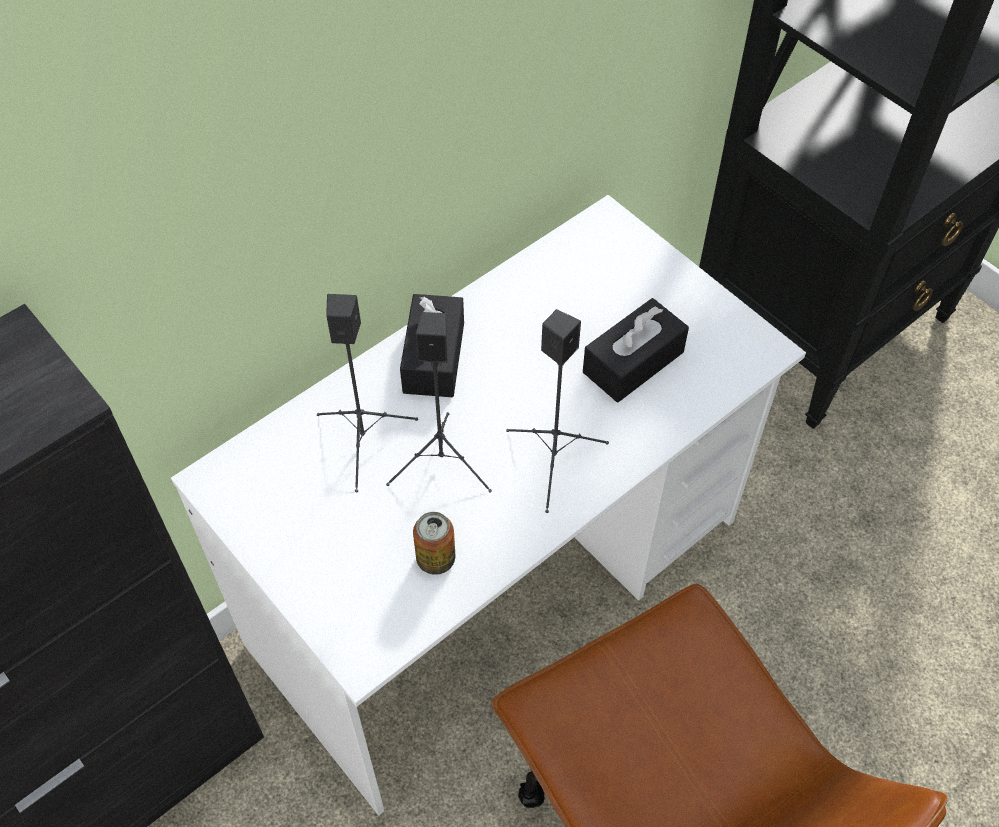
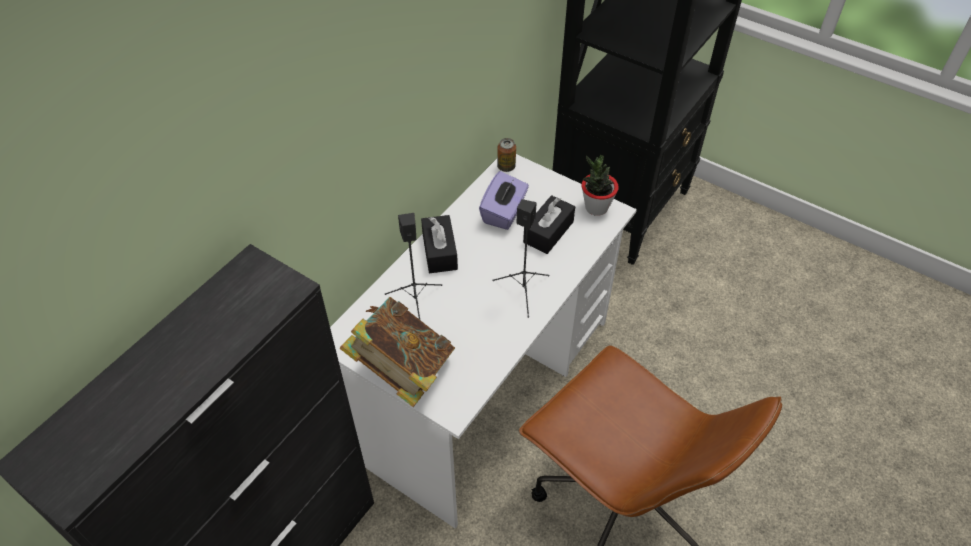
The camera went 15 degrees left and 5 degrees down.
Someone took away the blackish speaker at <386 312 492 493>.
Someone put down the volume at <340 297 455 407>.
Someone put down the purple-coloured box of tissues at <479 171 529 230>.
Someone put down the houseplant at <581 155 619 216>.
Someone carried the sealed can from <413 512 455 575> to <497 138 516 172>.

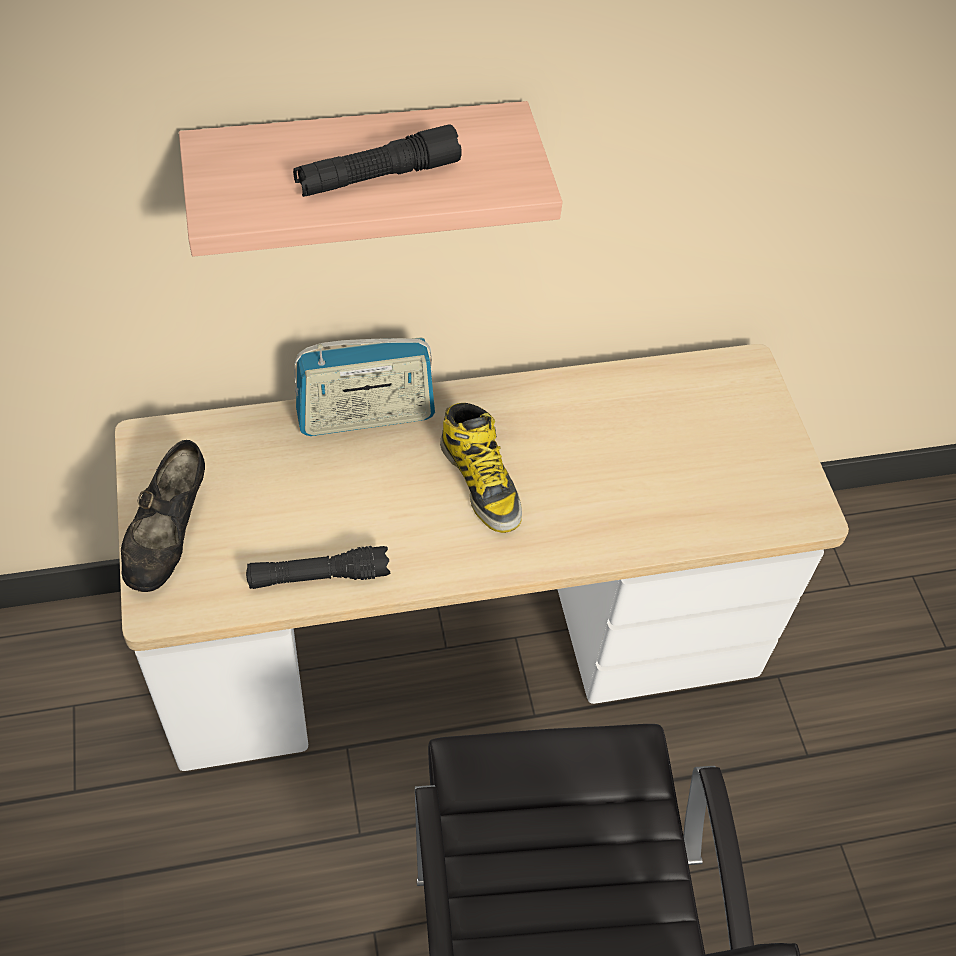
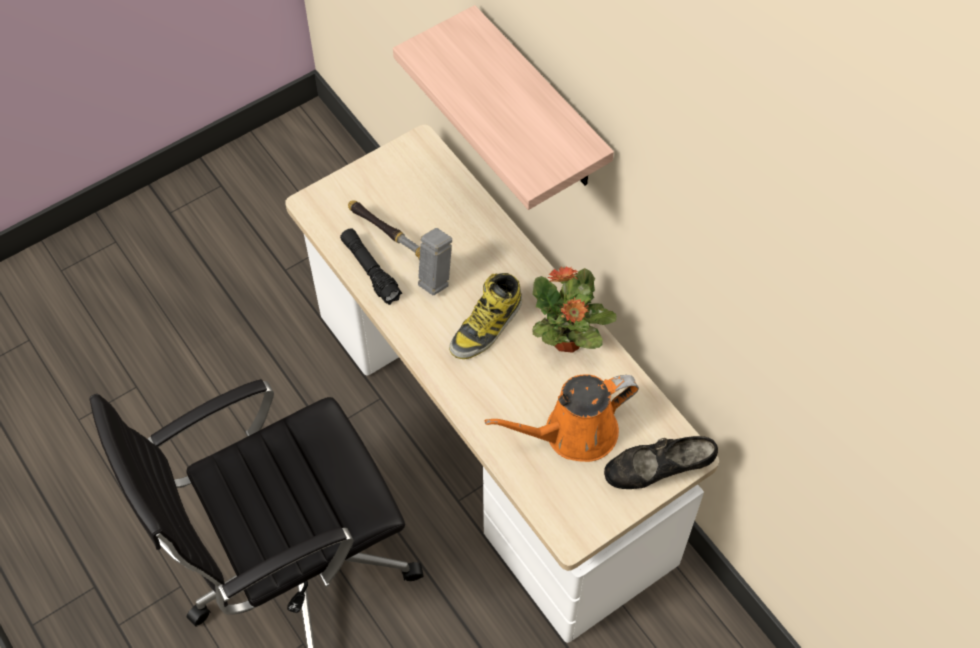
The camera went 70 degrees right and 5 degrees up.
Someone took away the blackish flashlight at <293 125 461 197>.
Someone took away the radio at <294 337 435 436>.
Someone put down the tool hammer at <348 200 452 295>.
Someone put down the orange-coloured watering pot at <485 374 639 462>.
Someone put down the houseplant at <532 266 617 353>.
Someone carried the blackish item of footwear from <121 440 205 592> to <604 436 718 489>.

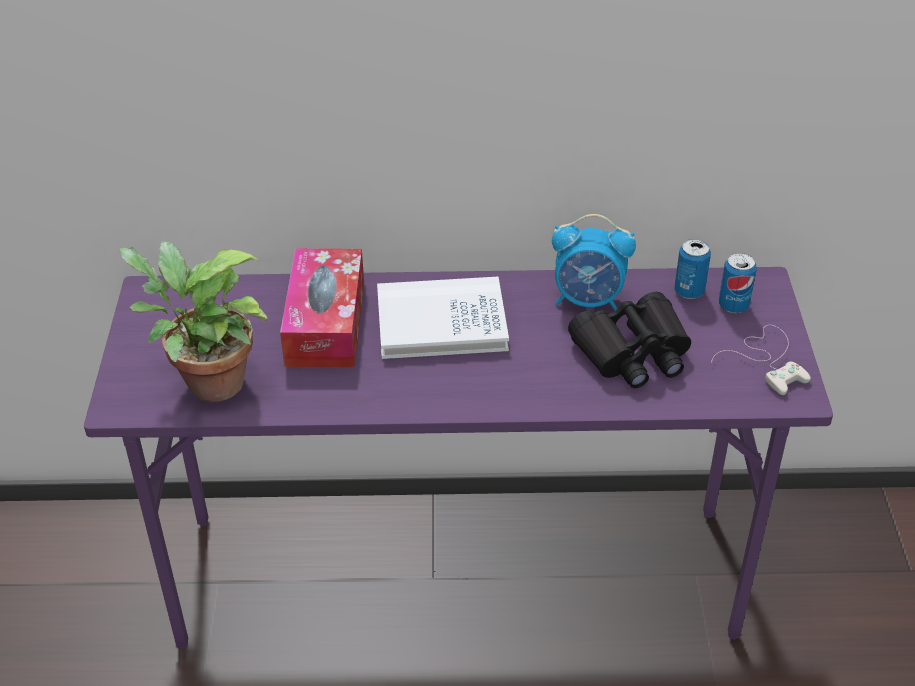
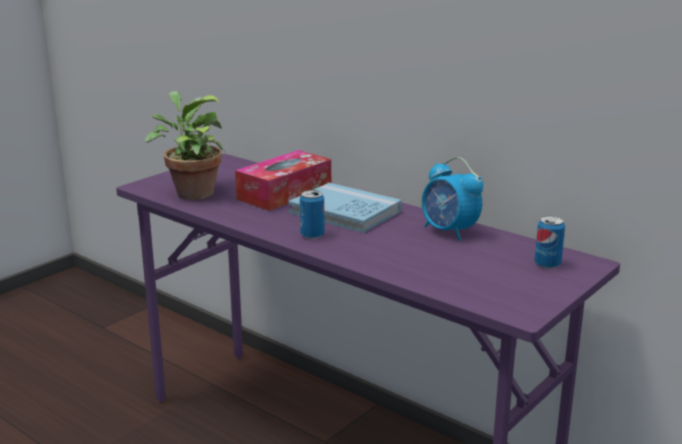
The camera went 40 degrees right and 20 degrees down.
Someone took away the blackish field glasses at <568 292 691 388>.
Someone took away the white joypad at <711 325 811 395>.
Someone carried the sealed can from <674 239 711 299> to <300 190 325 239>.
Someone repainted the white volume at <377 277 509 359>, which became the bluish volume at <289 183 402 233>.

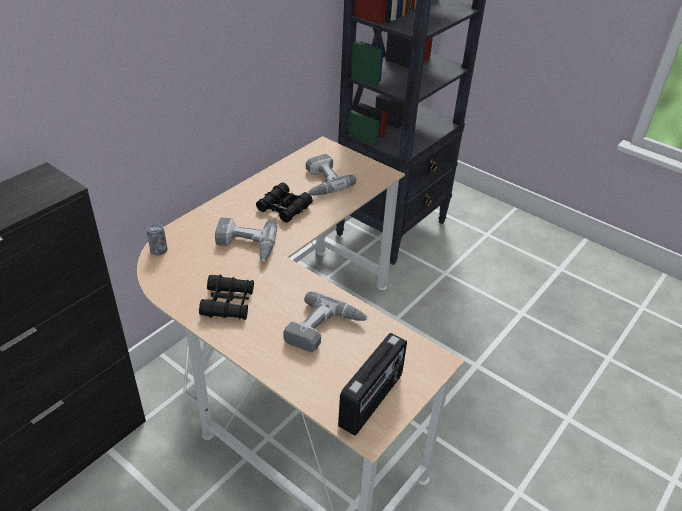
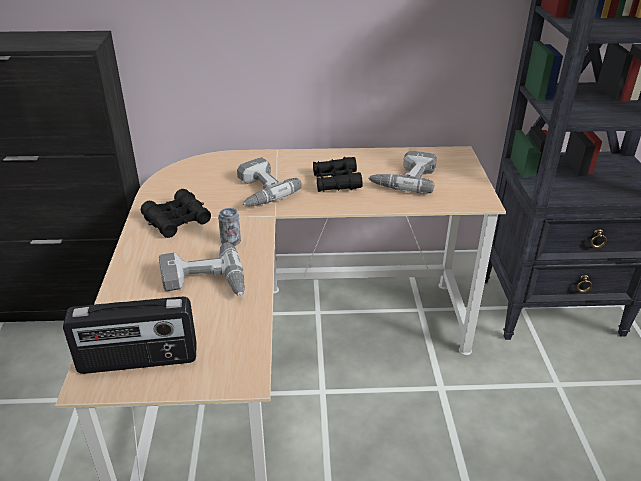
The camera went 50 degrees right and 5 degrees down.
Someone carried the sealed can from <147 224 167 256> to <218 208 241 246>.

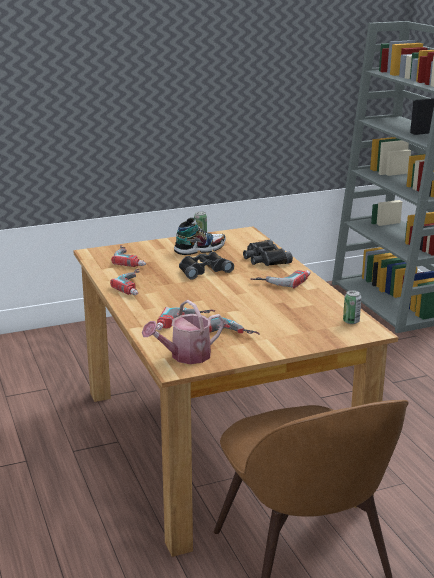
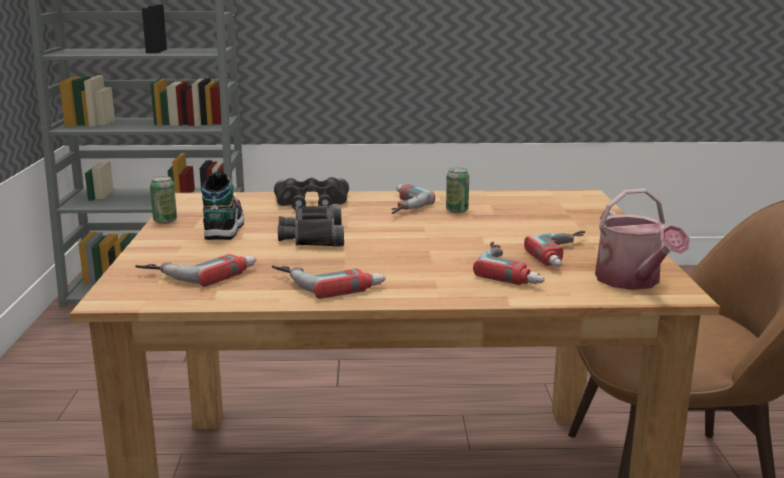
The camera went 70 degrees left and 5 degrees down.
Someone carried the sealed can from <343 290 361 324> to <446 168 469 213>.

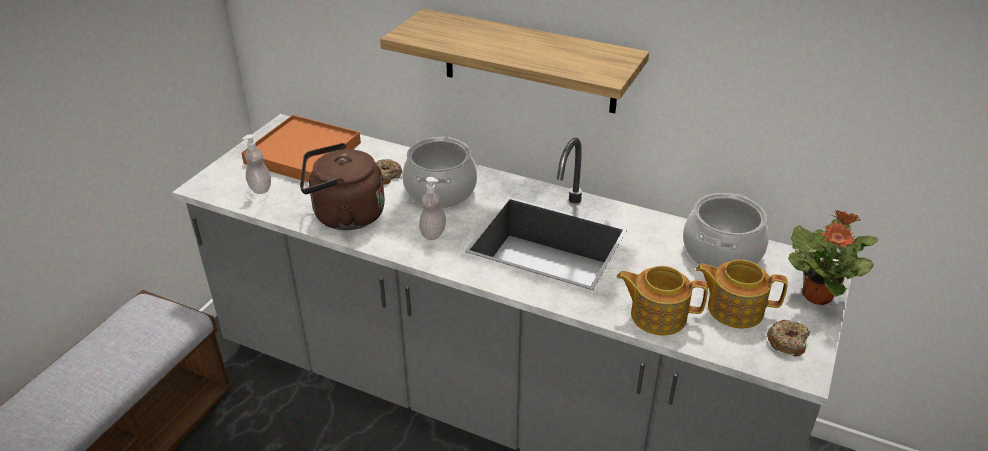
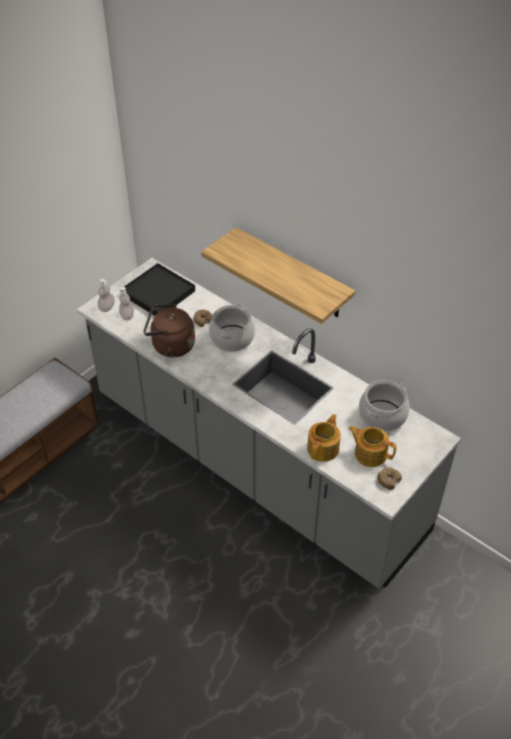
The camera went 15 degrees right and 10 degrees up.
Someone took away the houseplant at <788 210 879 305>.
Someone carried the soap dispenser from <419 177 446 240> to <98 279 115 312>.
Someone repainted the orange-coloured serving tray at <241 115 361 182>, which became the blackish serving tray at <121 263 195 316>.
Someone rotated the pot for tea at <617 266 708 335> by 90 degrees clockwise.

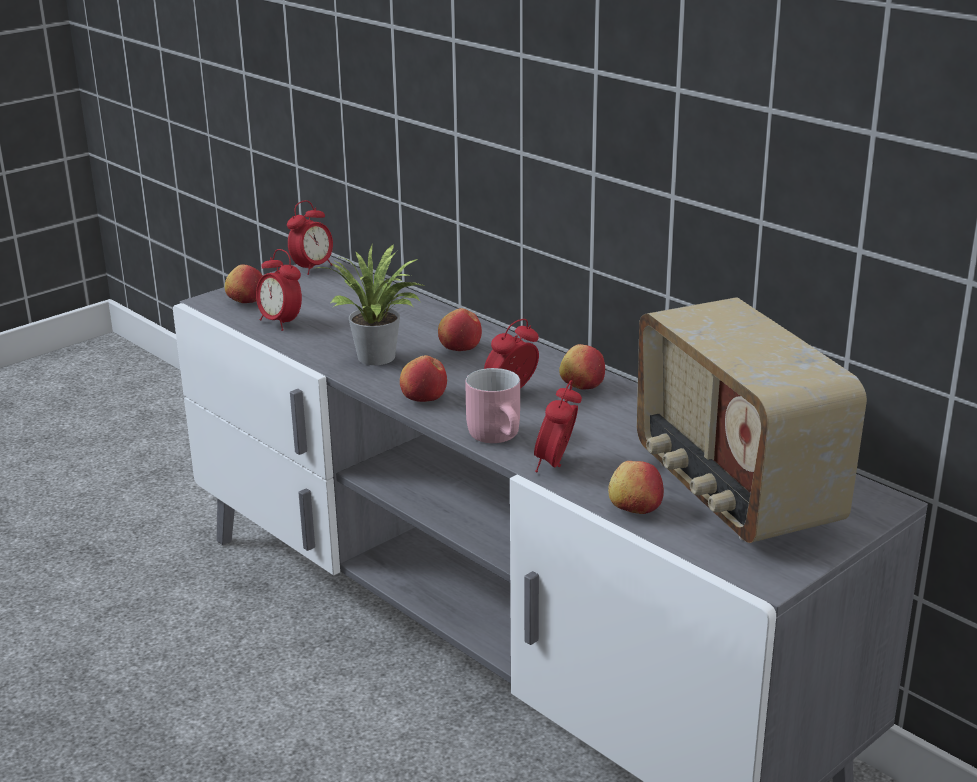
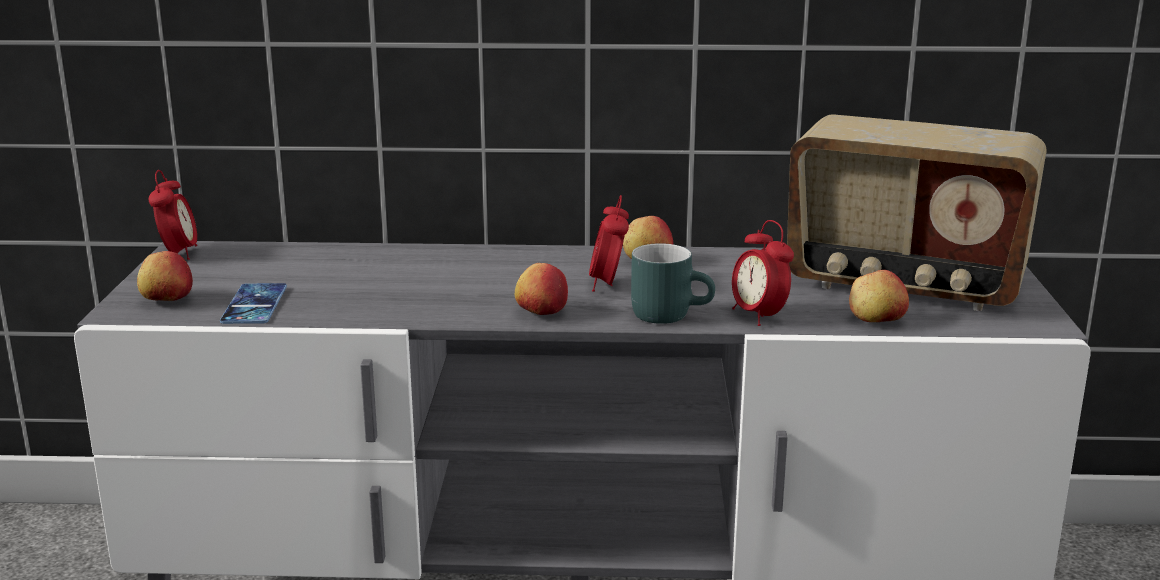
The camera went 45 degrees left and 5 degrees down.
Someone took away the houseplant at <317 245 425 365>.
Someone took away the apple fruit at <438 308 482 351>.
Someone swapped the bedside clock at <256 249 302 331> for the handset at <220 283 287 324>.
Someone repainted the pink-coloured tea mug at <465 368 520 443>, which became the turquoise-coloured tea mug at <631 243 715 324>.

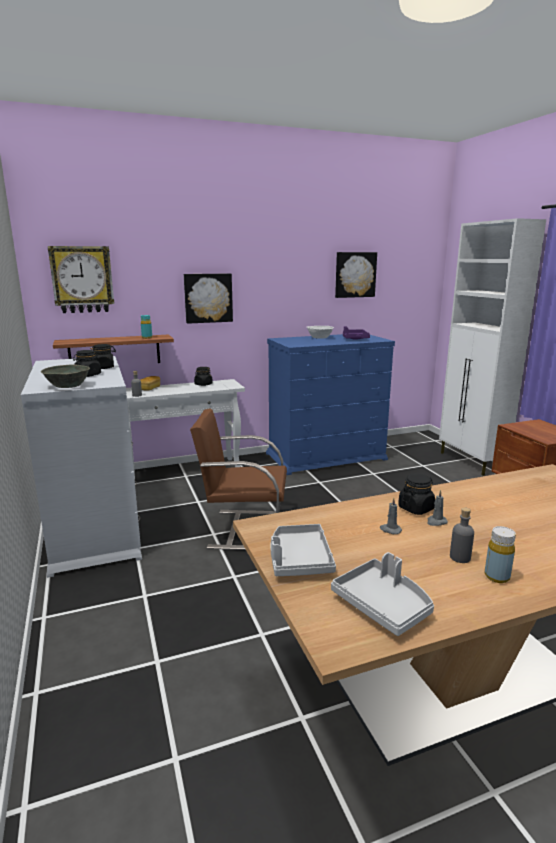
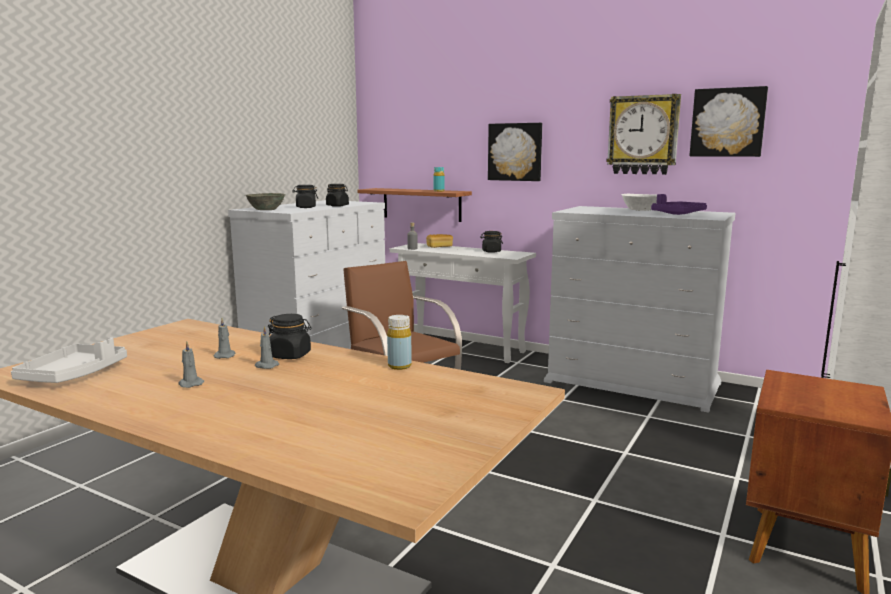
The camera went 50 degrees right and 5 degrees down.
Someone took away the grey serving tray at <270 524 336 576>.
Someone carried the wall clock from <48 246 114 313> to <606 94 681 175>.
Someone carried the yellow bottle from <485 526 516 583> to <387 315 412 370>.
Someone swapped the grey bottle at <450 507 474 563> for the grey candle at <178 341 204 388>.
Someone repainted the bluish chest of drawers at <266 334 395 475>, which became the white chest of drawers at <544 206 735 413>.

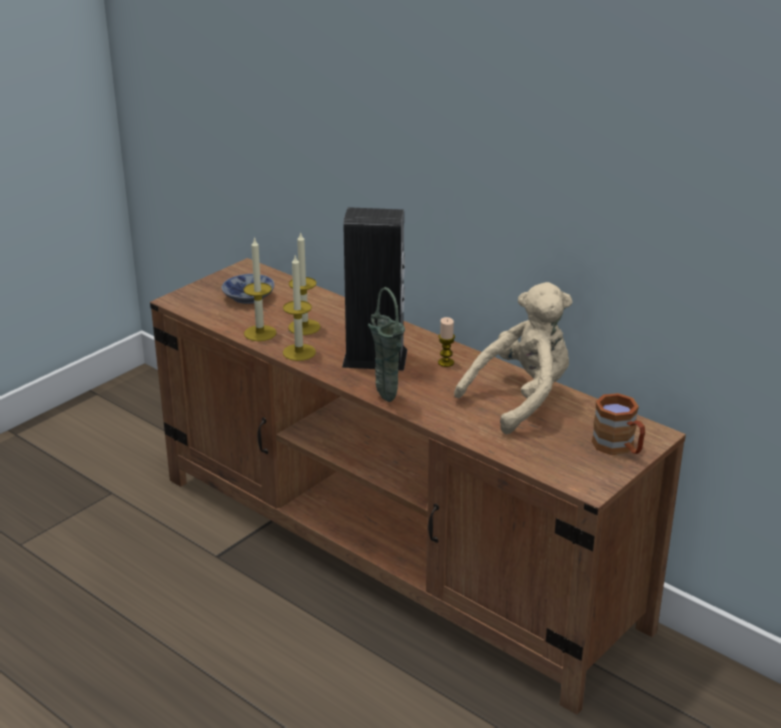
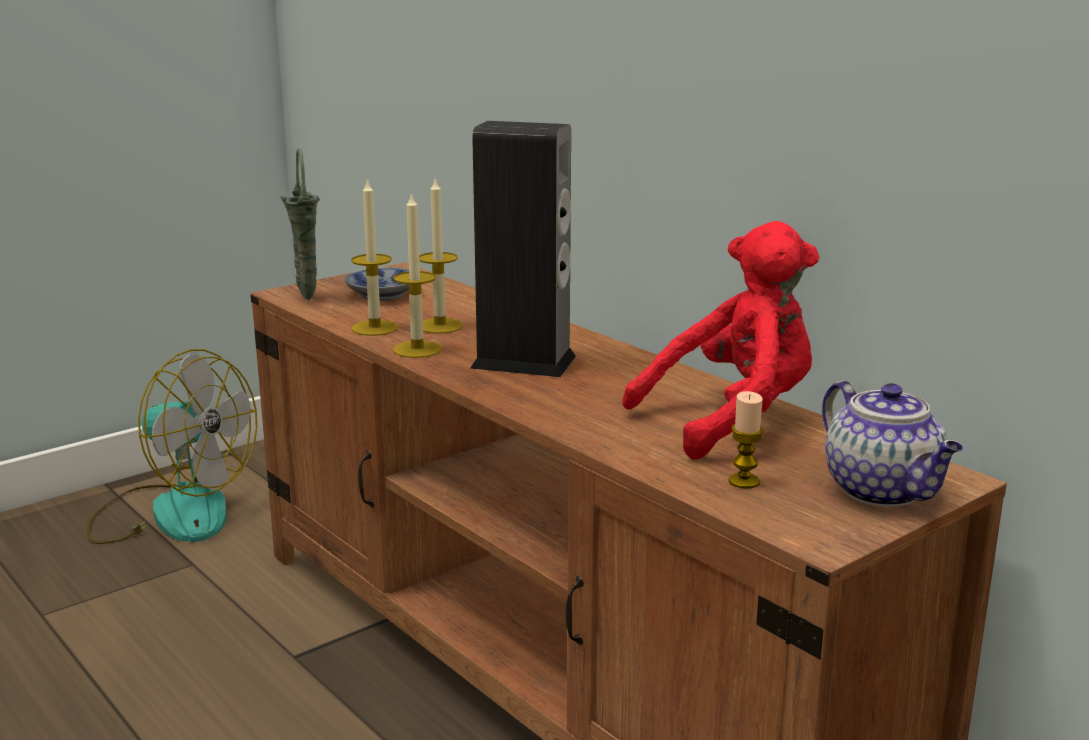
The camera went 10 degrees right and 10 degrees down.
Someone put down the electric fan at <87 349 257 544>.
Someone carried the greenish decorative vase from <368 287 405 402> to <280 148 320 300>.
Someone carried the candle from <438 317 455 367> to <729 391 764 489>.
Someone swapped the brown tea mug at <592 393 645 455> for the pot for tea at <822 380 963 507>.
Someone repainted the beige-coloured soft toy at <454 282 573 434>, which became the red-coloured soft toy at <622 221 820 460>.

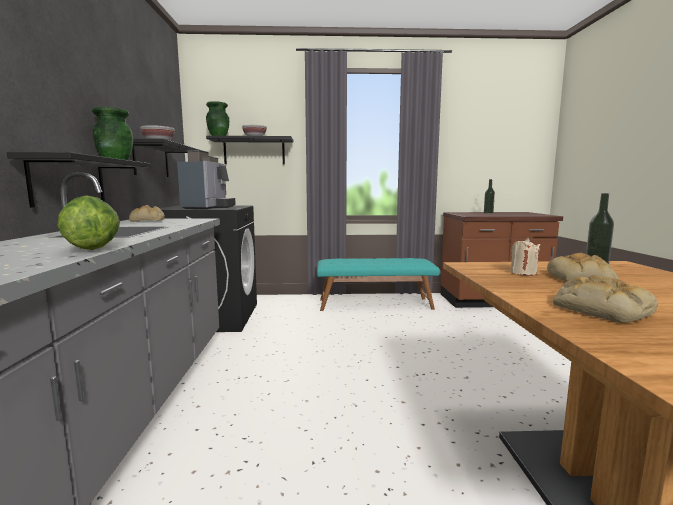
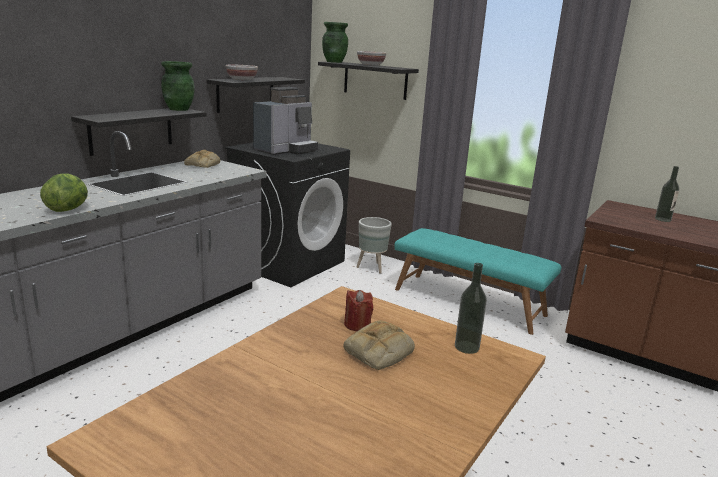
The camera went 35 degrees right and 10 degrees up.
Someone took away the bread at <553 276 658 323>.
Someone put down the grey planter at <356 217 392 274>.
Someone repainted the beige-coloured candle at <510 238 540 276>, which became the red-coloured candle at <344 290 373 331>.

